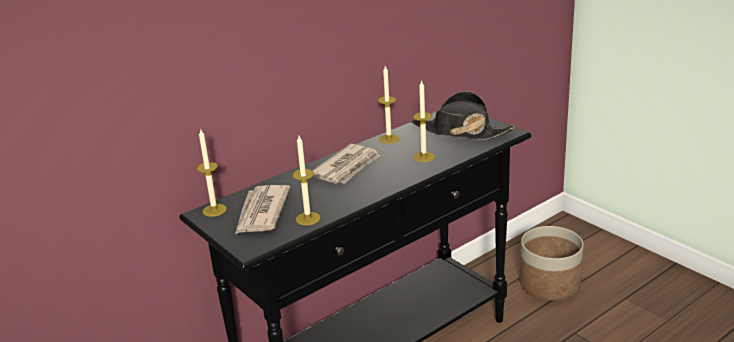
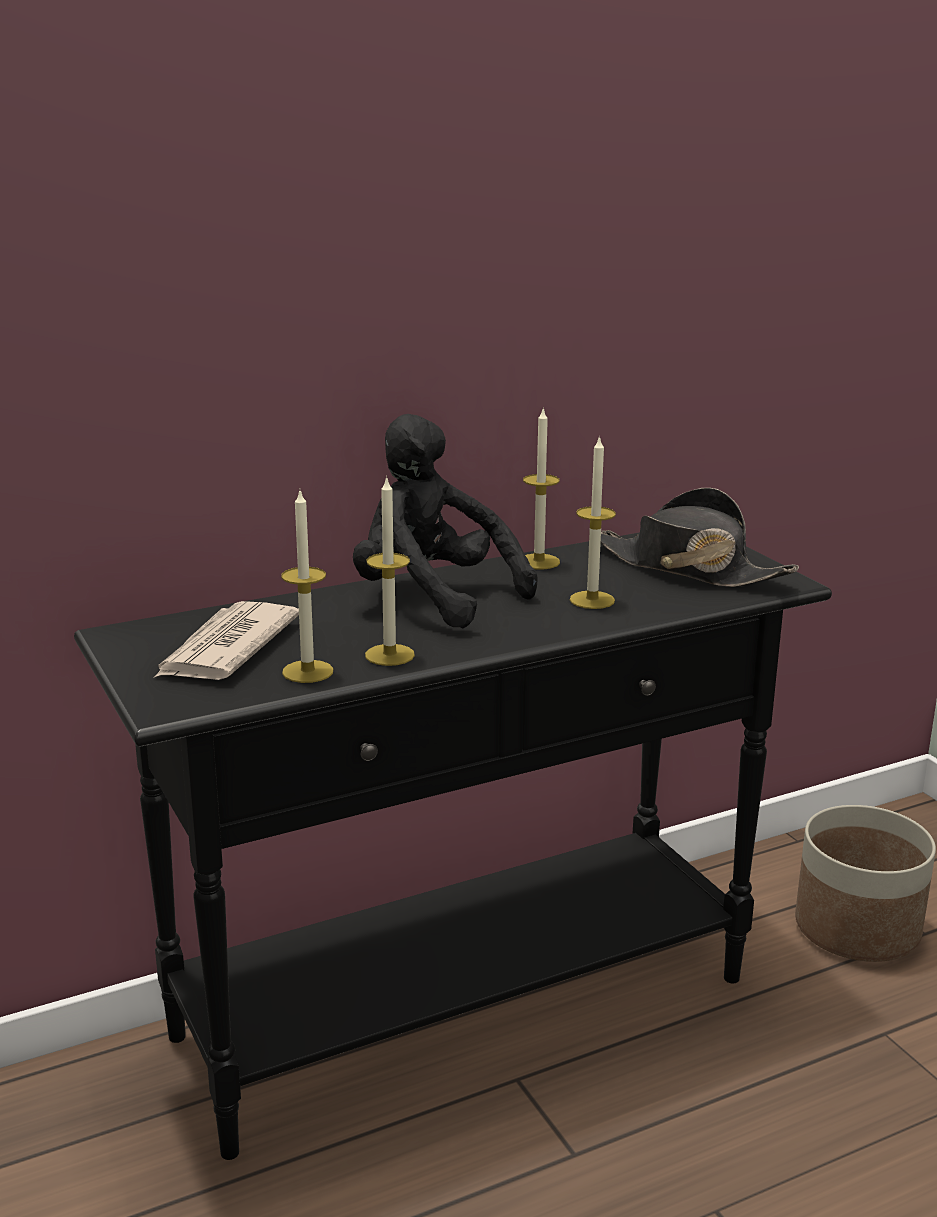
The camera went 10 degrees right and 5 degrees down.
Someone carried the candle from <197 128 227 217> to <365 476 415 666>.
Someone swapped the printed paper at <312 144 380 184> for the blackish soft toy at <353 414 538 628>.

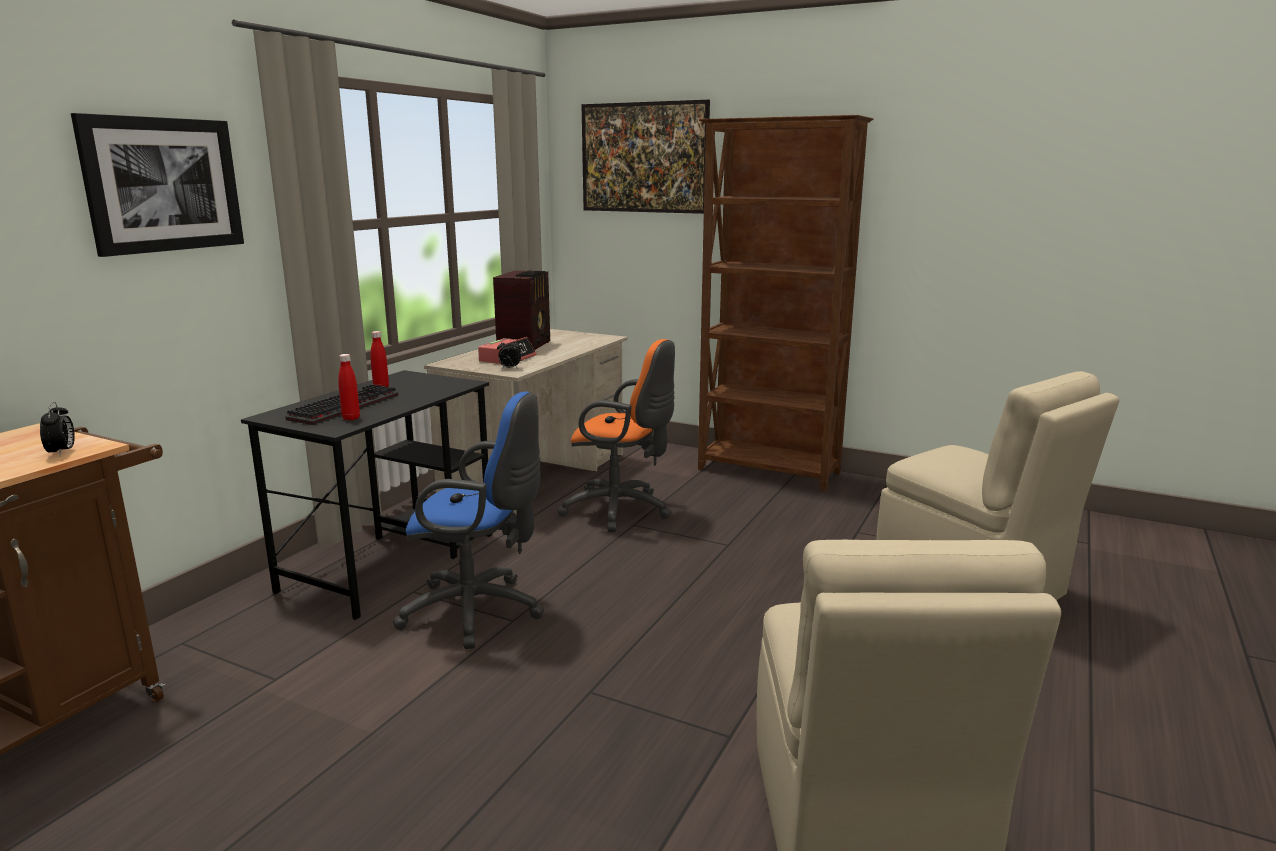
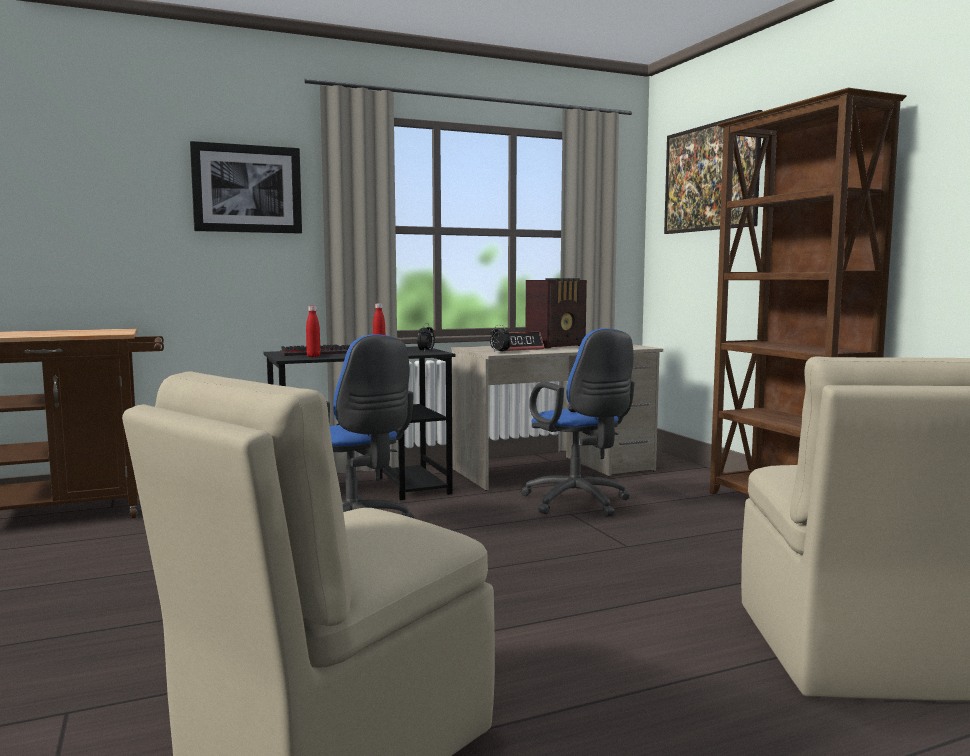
The camera went 40 degrees right and 10 degrees down.
Someone carried the bedside clock from <40 402 75 456> to <417 323 435 352>.
Someone repainted the orange-coloured desk chair at <557 339 675 532>, which became the bluish desk chair at <520 328 635 517>.

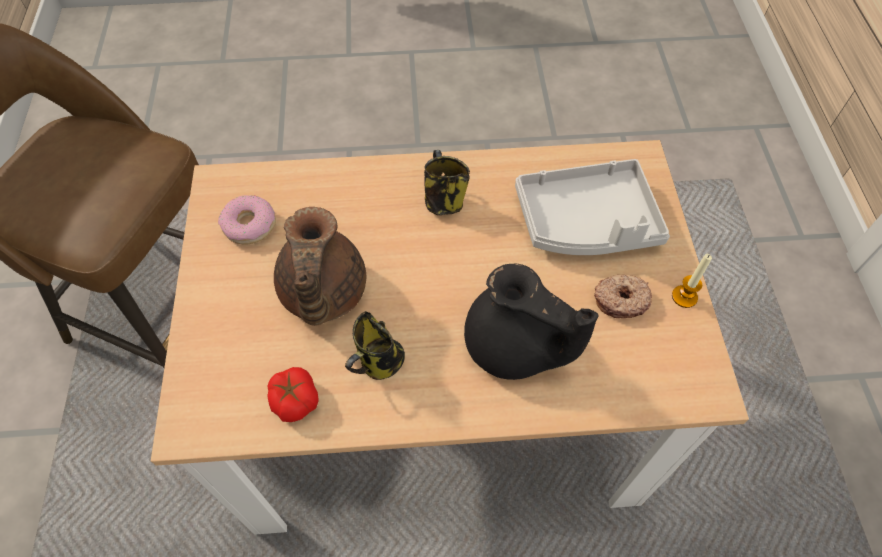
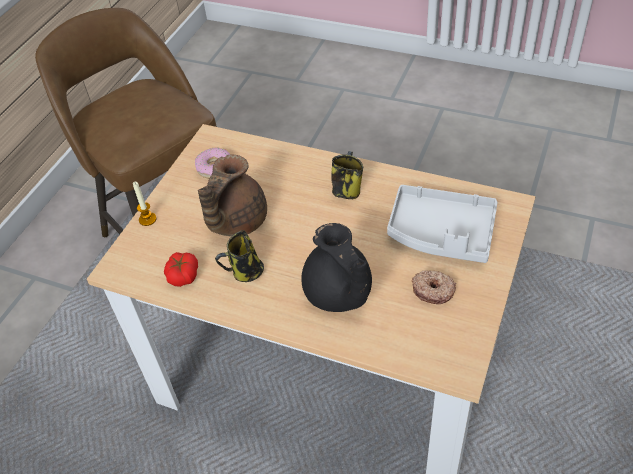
The camera went 30 degrees right and 10 degrees down.
Someone carried the candle from <672 254 712 308> to <133 182 157 226>.

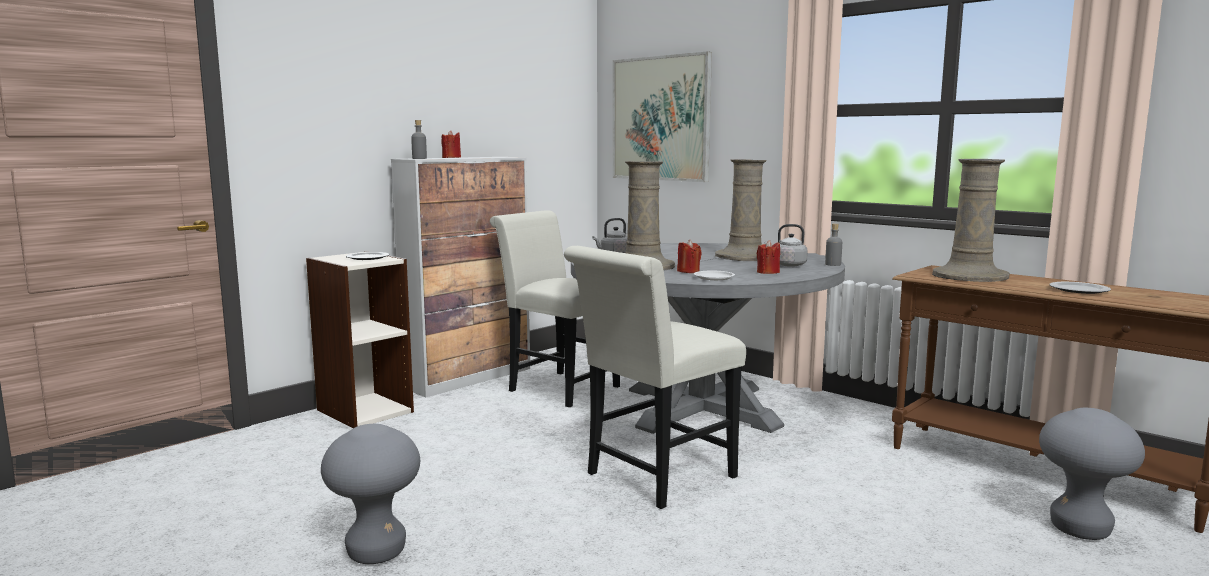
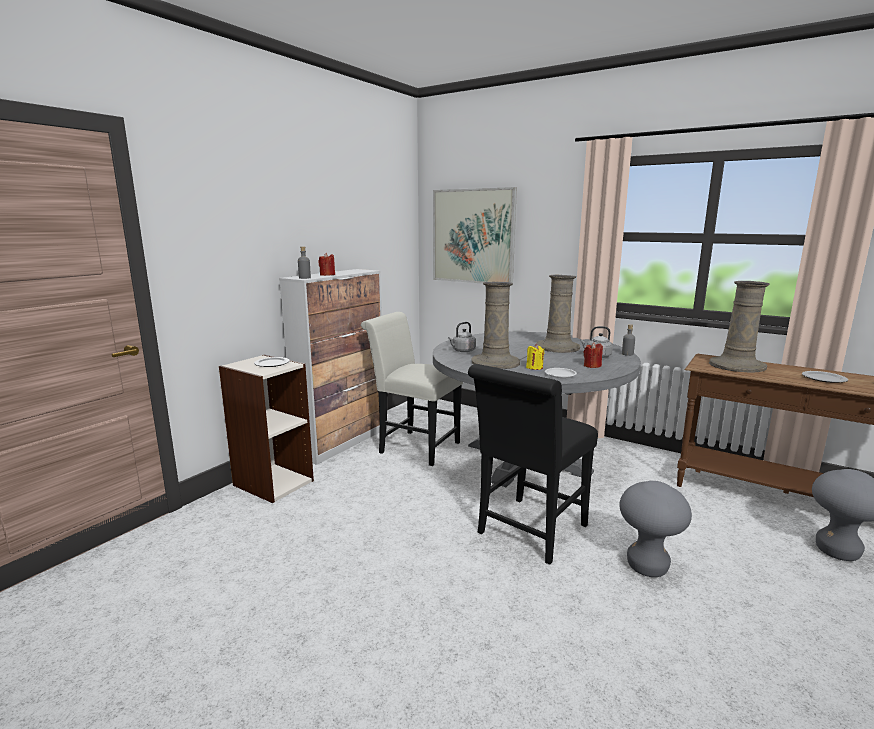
The camera went 10 degrees left and 5 degrees up.
Someone carried the grey stool from <321 424 420 564> to <620 481 692 577>.
Someone repainted the white upright chair at <564 246 746 509>, which became the blackish upright chair at <468 364 598 565>.
Someone repainted the red-coloured candle at <677 240 702 273>, which became the yellow candle at <526 344 545 370>.

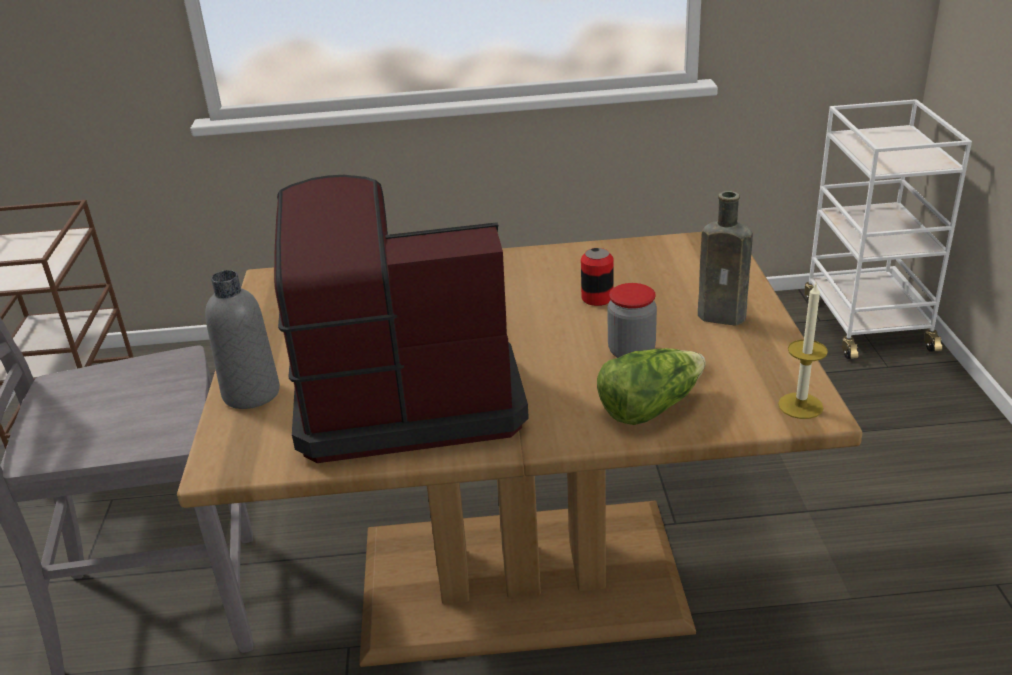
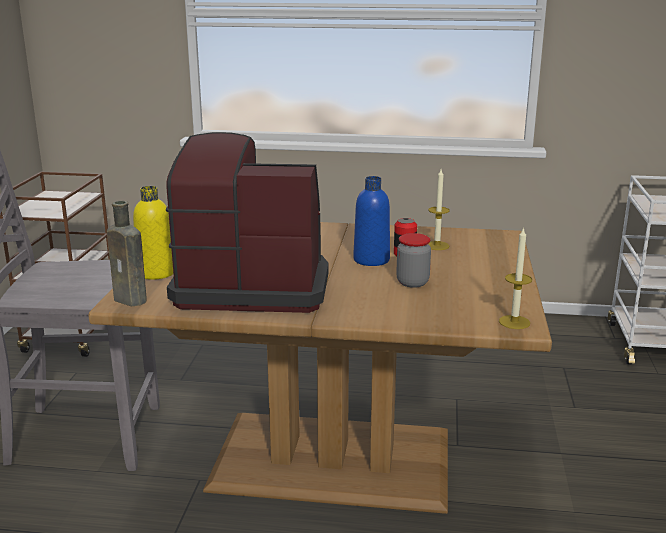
The camera went 10 degrees right and 10 degrees down.
Someone took away the lettuce at <597 348 706 425>.
Someone put down the bluish bottle at <353 176 390 266>.
Someone put down the candle at <428 169 450 250>.
Someone carried the brown bottle from <698 191 753 326> to <107 201 147 306>.
Someone repainted the grey bottle at <205 270 280 409>, which became the yellow bottle at <133 186 173 280>.

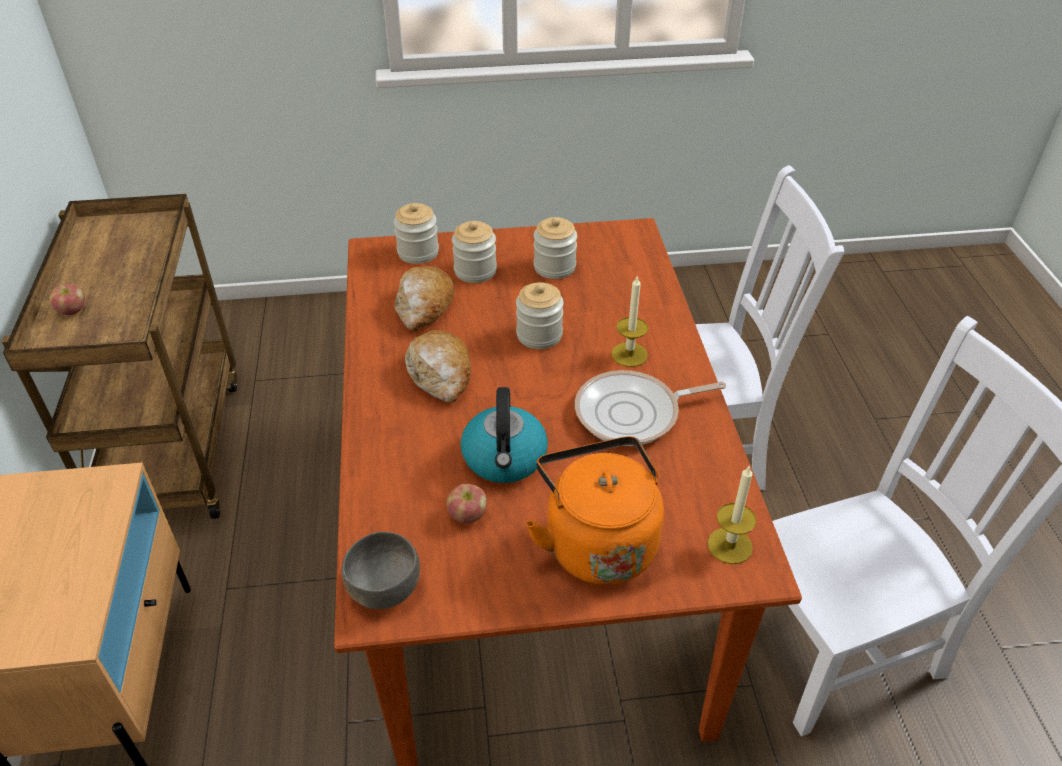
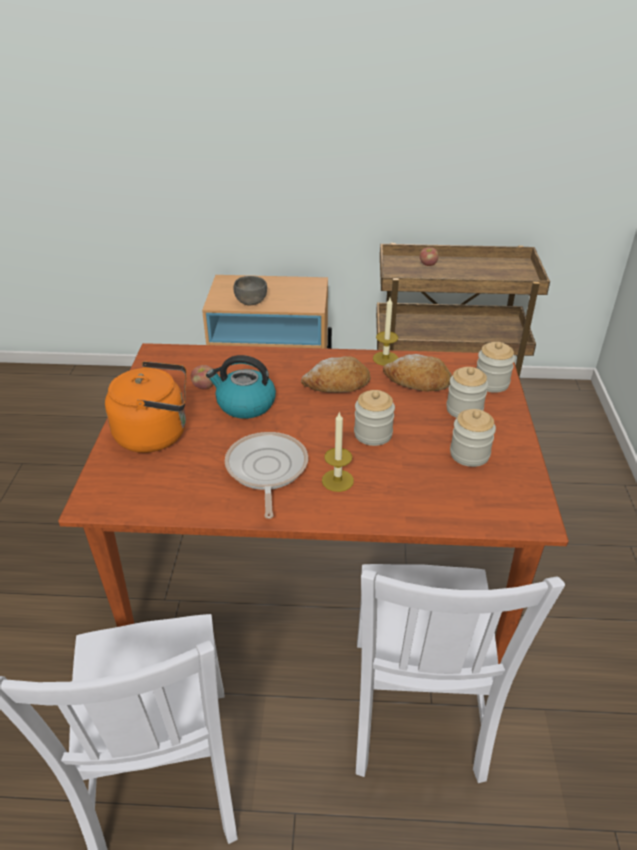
The camera went 100 degrees right and 5 degrees down.
Someone carried the grey bowl from <341 532 420 609> to <234 276 267 306>.
Someone carried the candle from <707 465 757 564> to <373 298 398 366>.

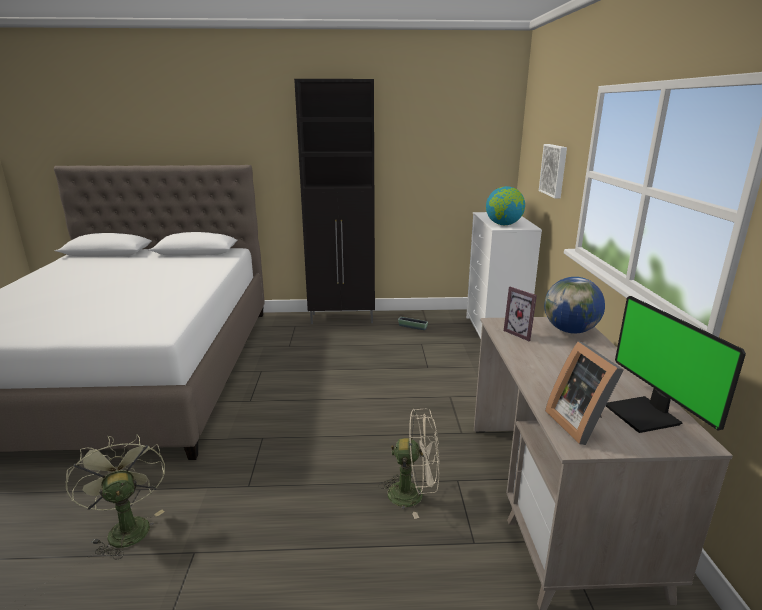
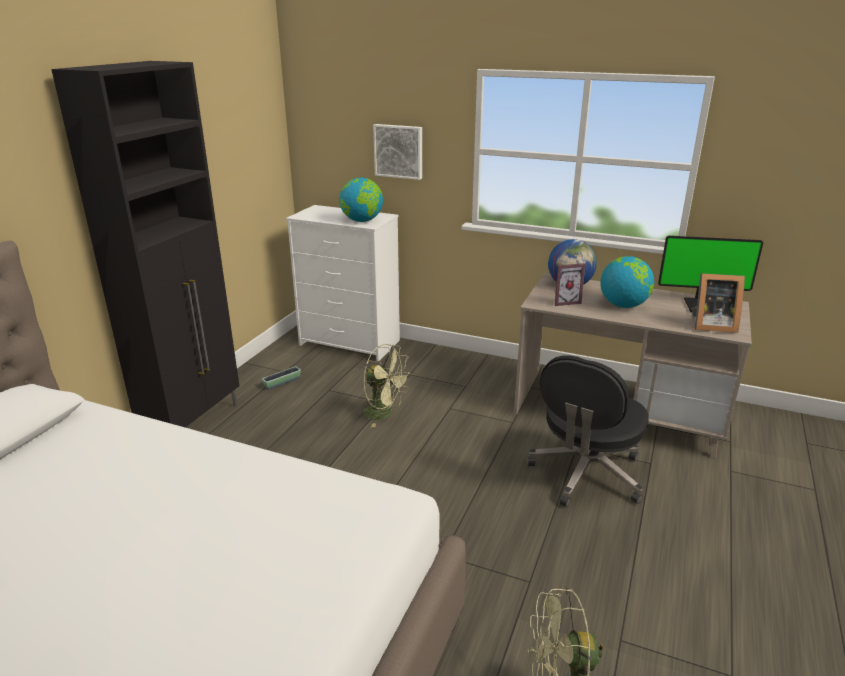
The camera went 65 degrees left and 5 degrees up.
Someone put down the greenish electric fan at <363 344 410 427>.
Someone put down the world globe at <600 256 654 308>.
Someone swapped the beige-coloured electric fan at <378 408 440 519> for the blackish desk chair at <527 355 649 508>.

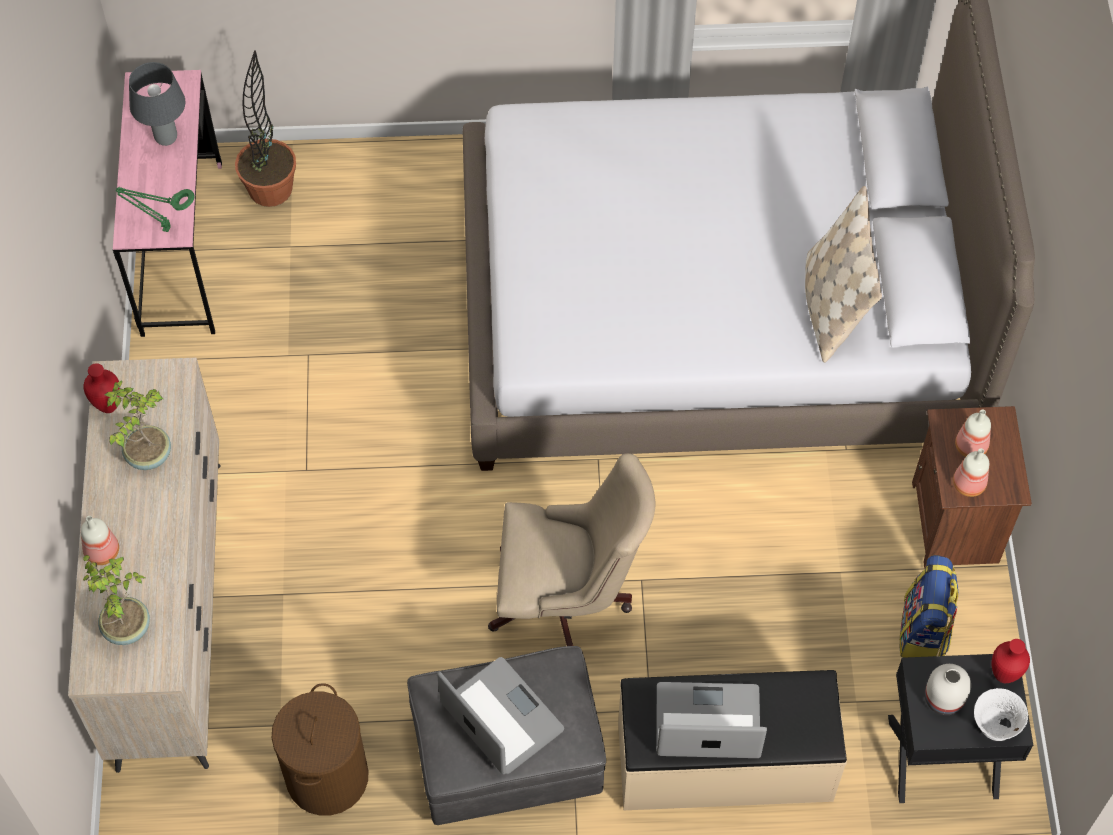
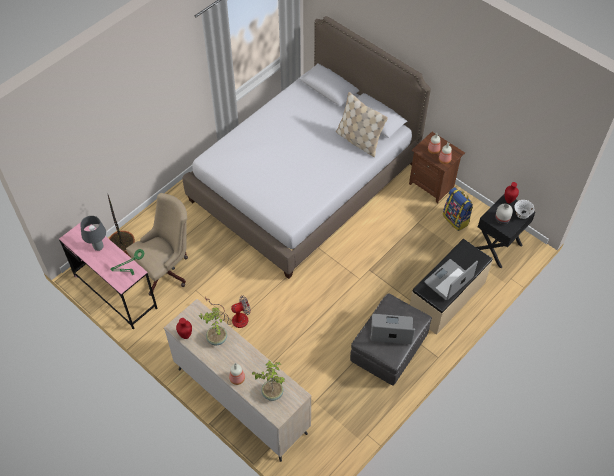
The camera went 45 degrees left and 5 degrees down.
Someone took away the brown laundry basket at <272 683 369 816>.
Someone put down the electric fan at <205 295 251 328>.
Someone carried the beige-coloured desk chair from <488 453 655 646> to <126 193 188 296>.

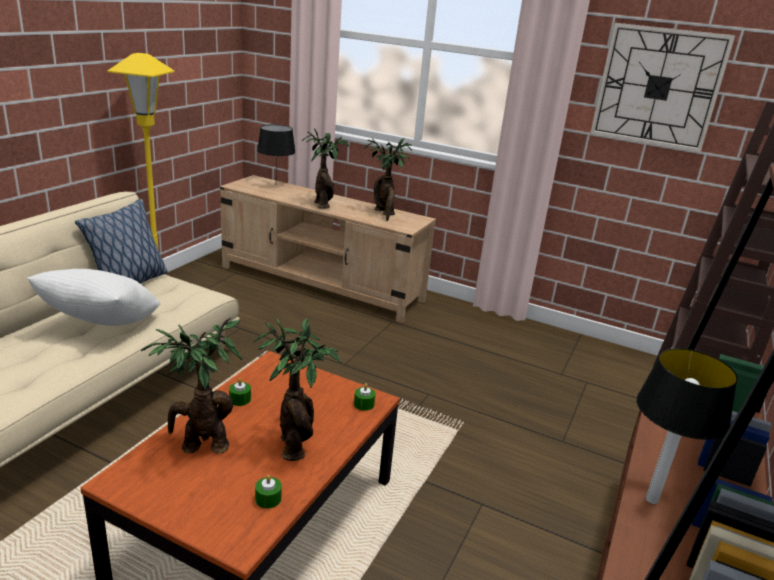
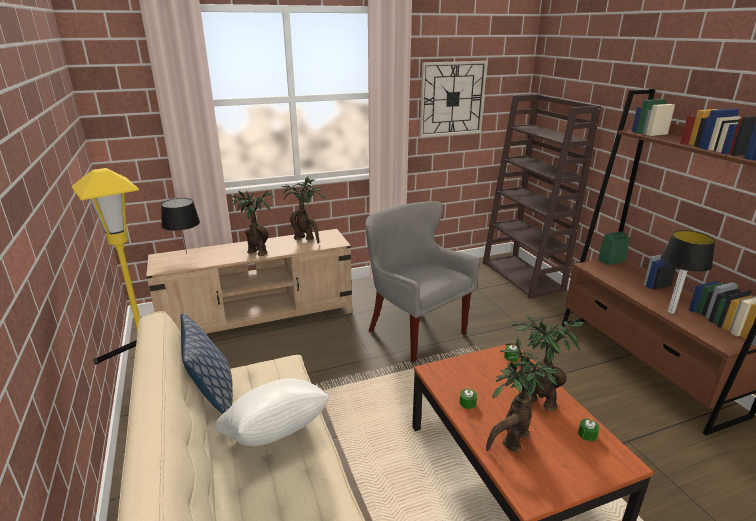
The camera went 45 degrees left and 0 degrees up.
Someone put down the grey armchair at <365 201 480 363>.

